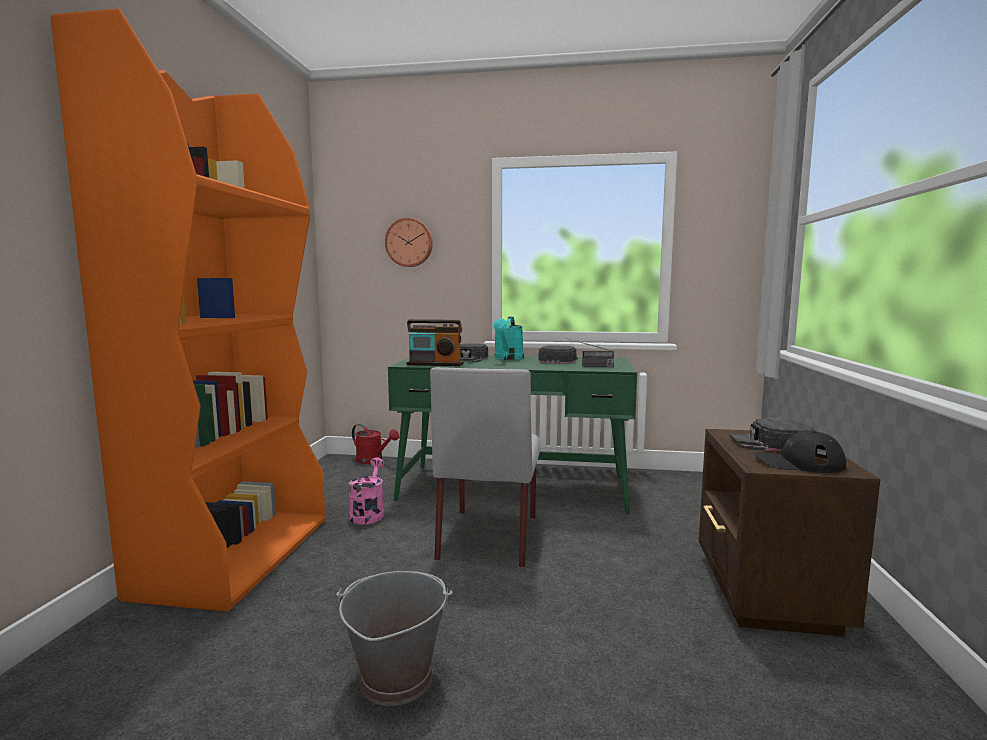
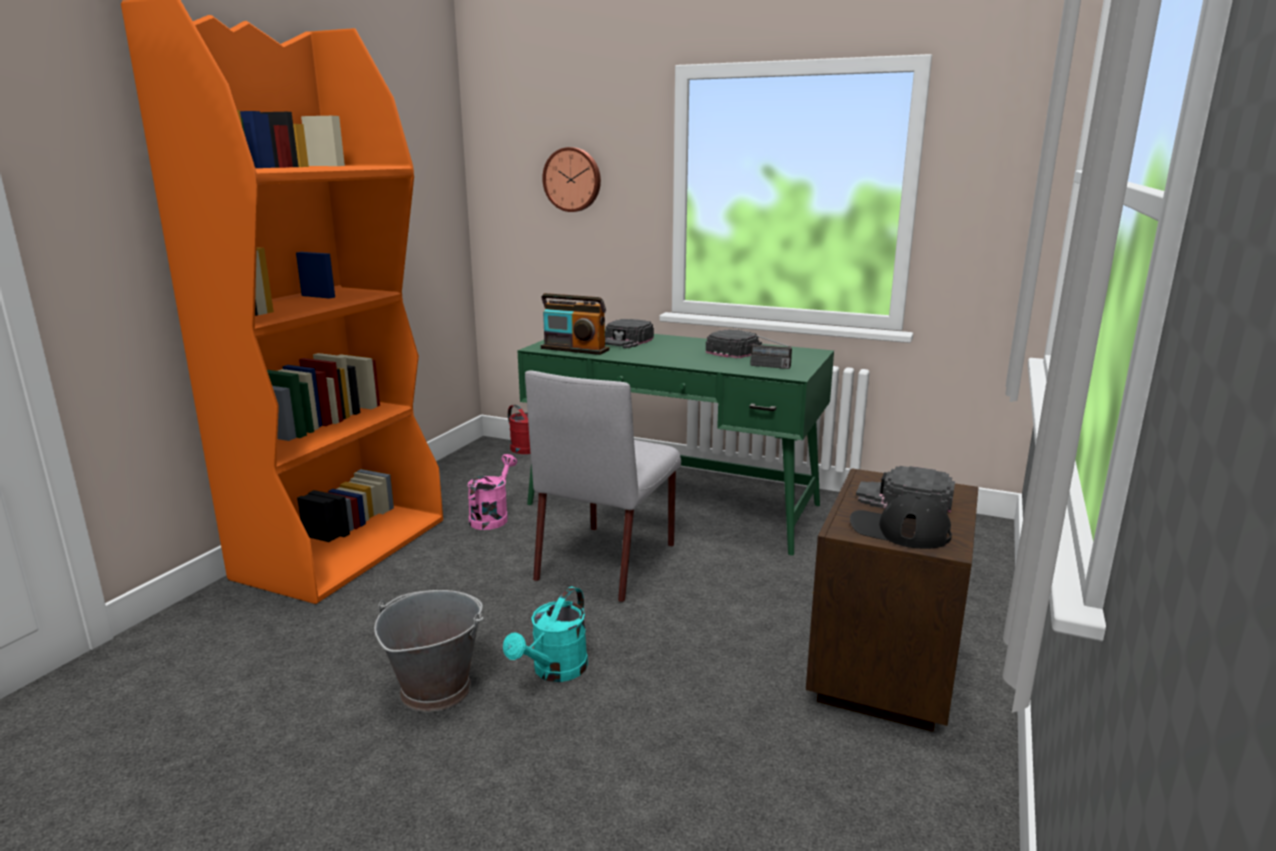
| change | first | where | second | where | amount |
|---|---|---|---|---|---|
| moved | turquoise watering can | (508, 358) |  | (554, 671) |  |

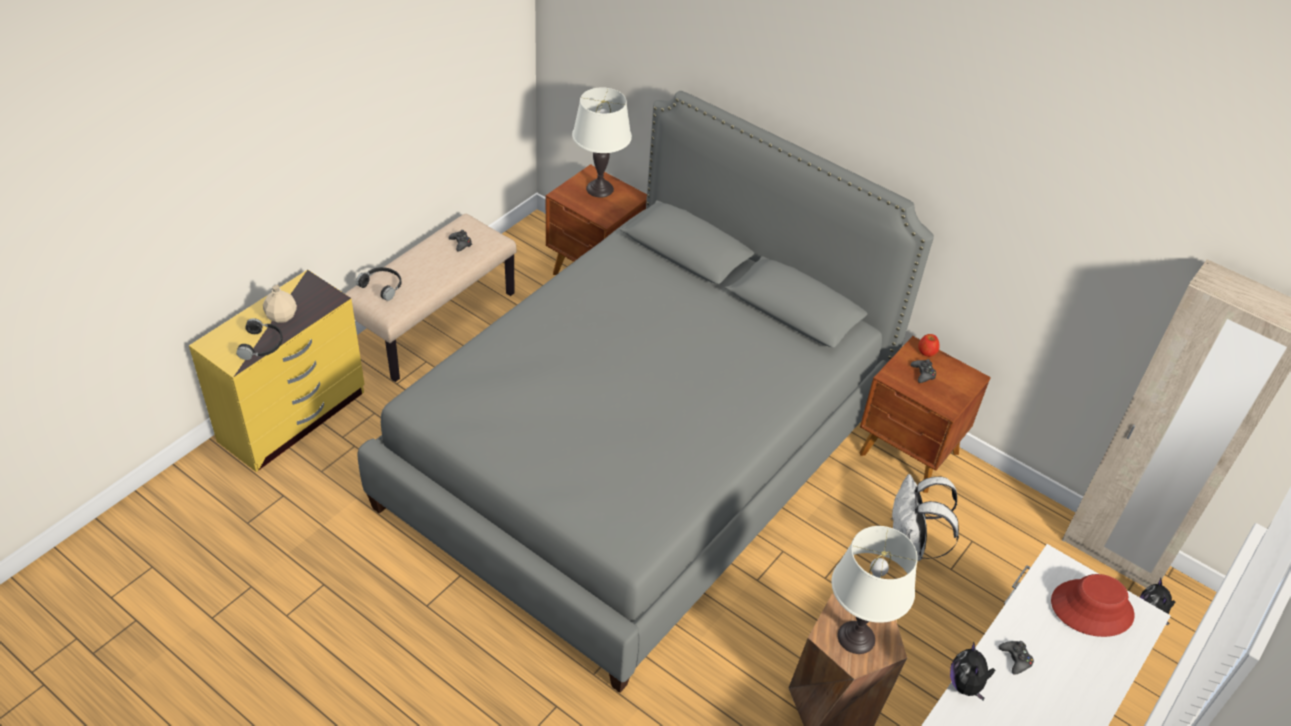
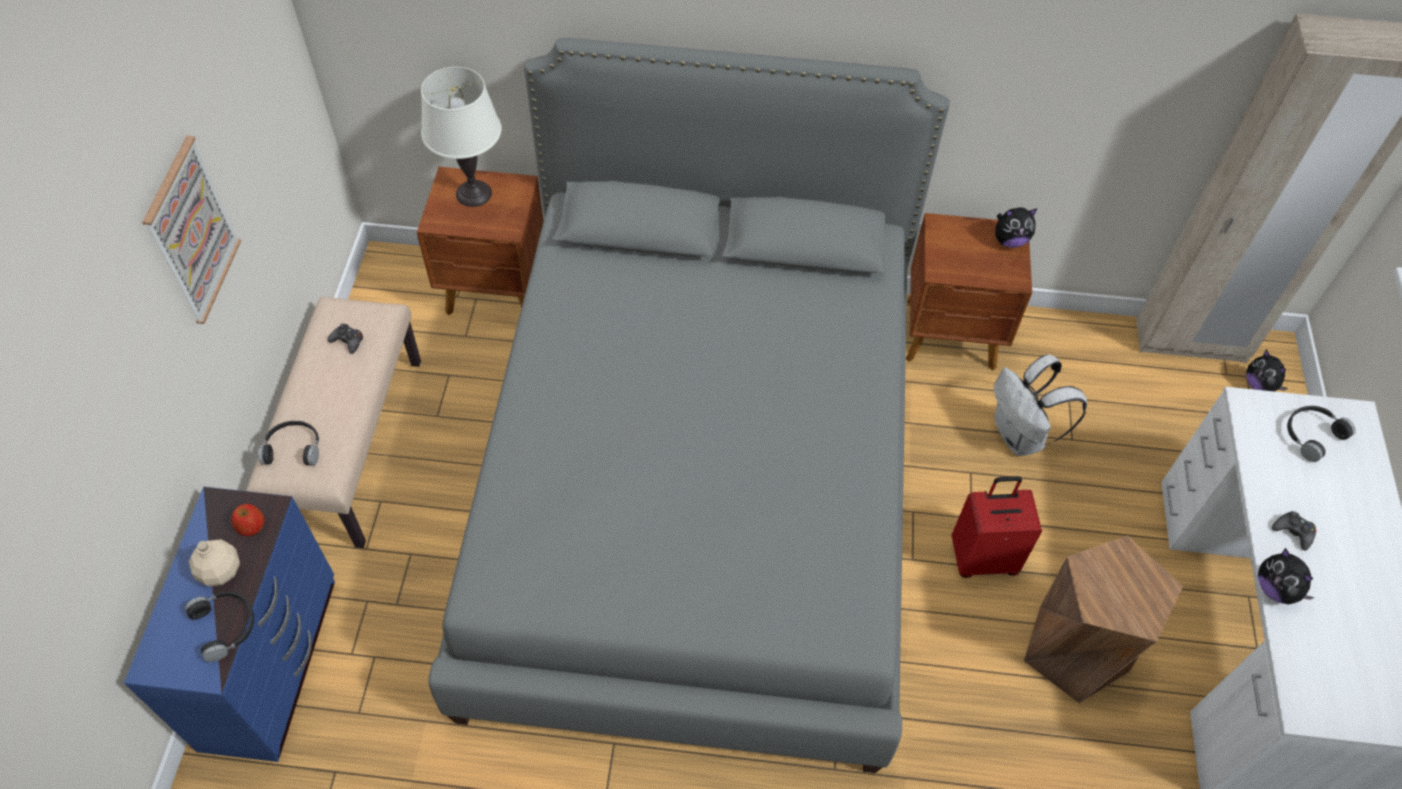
| change | first | where | second | where | amount |
|---|---|---|---|---|---|
| recoloured | yellow dresser | (294, 417) | blue dresser | (272, 662) |  |
| added |  |  | picture | (191, 231) |  |
| moved | apple | (927, 351) |  | (251, 525) |  |
| added |  |  | red suitcase | (983, 557) |  |
| added |  |  | plush toy | (1009, 240) |  |
| replaced | red hat | (1091, 608) | black headphones | (1311, 434) |  |
| removed | white table lamp | (856, 637) |  |  |  |
| removed | black game controller | (923, 373) |  |  |  |

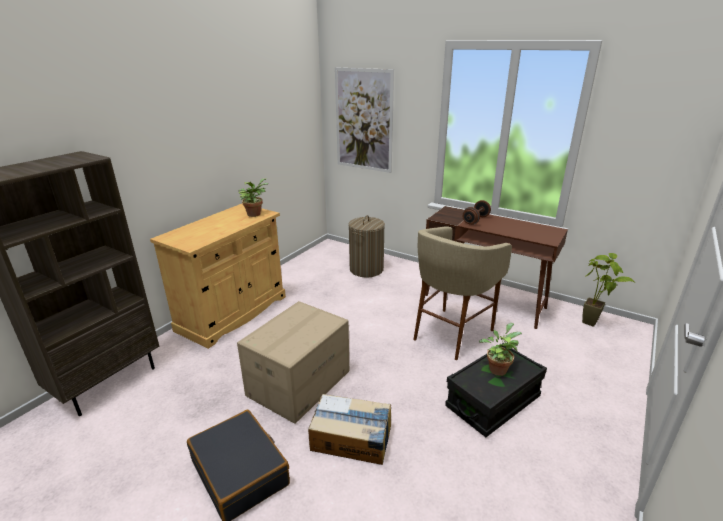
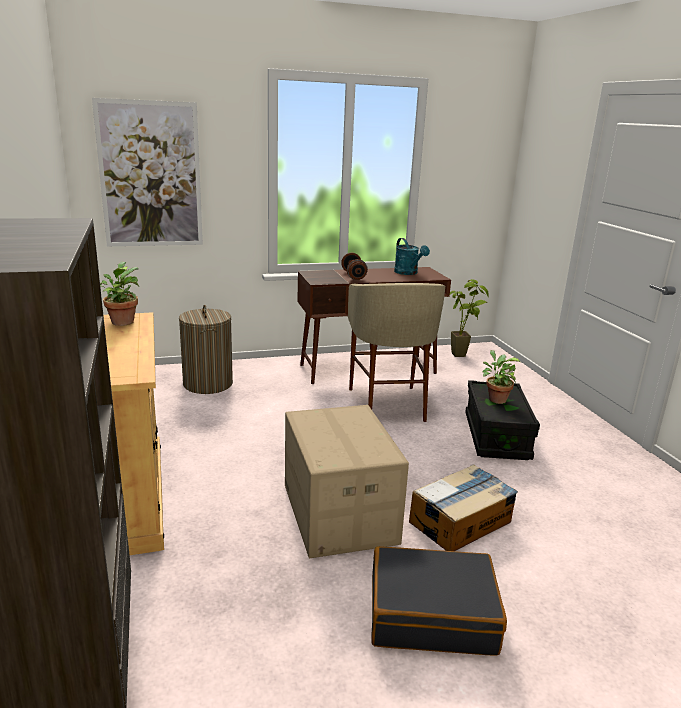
| change | first | where | second | where | amount |
|---|---|---|---|---|---|
| added |  |  | turquoise watering can | (408, 273) |  |

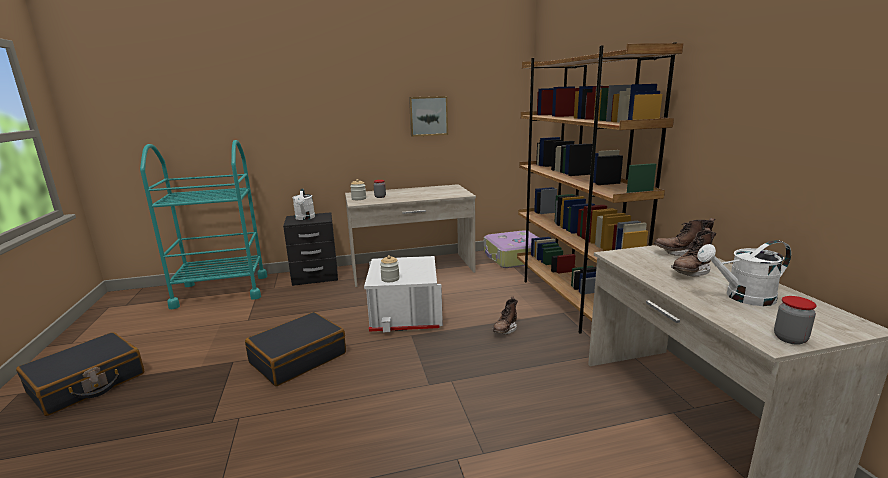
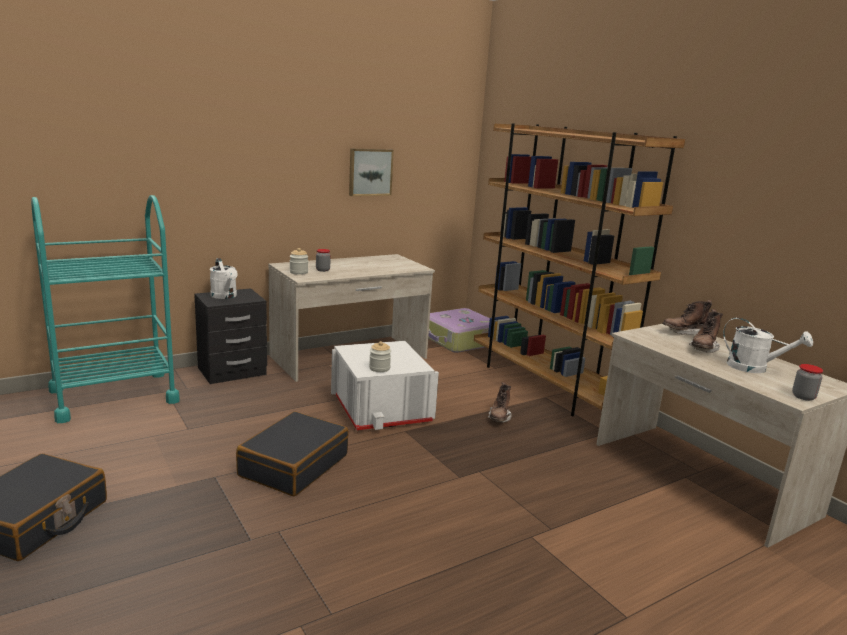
| change | first | where | second | where | amount |
|---|---|---|---|---|---|
| turned | white watering can | (742, 297) |  | (754, 368) | 120 degrees counterclockwise |

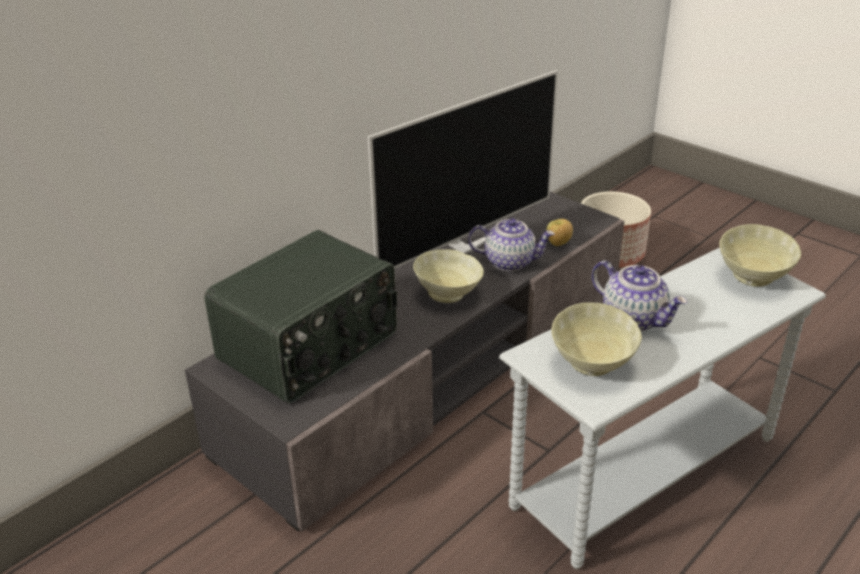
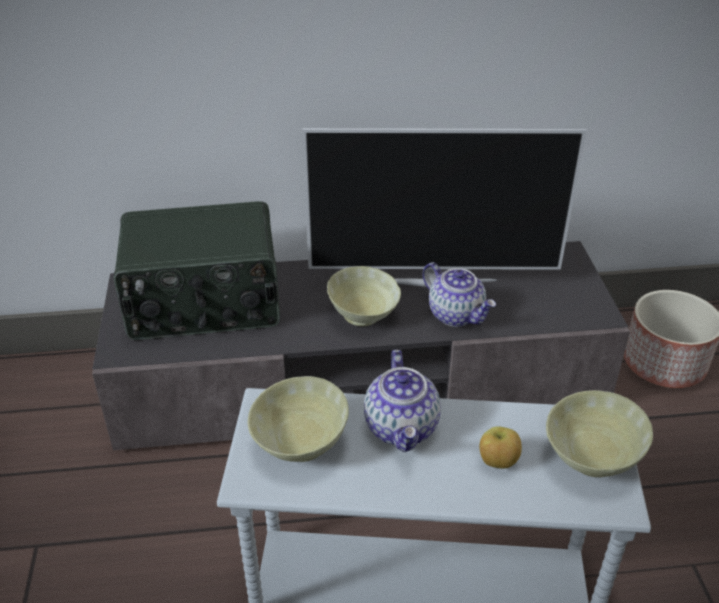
| change | first | where | second | where | amount |
|---|---|---|---|---|---|
| moved | apple | (558, 243) |  | (497, 462) |  |

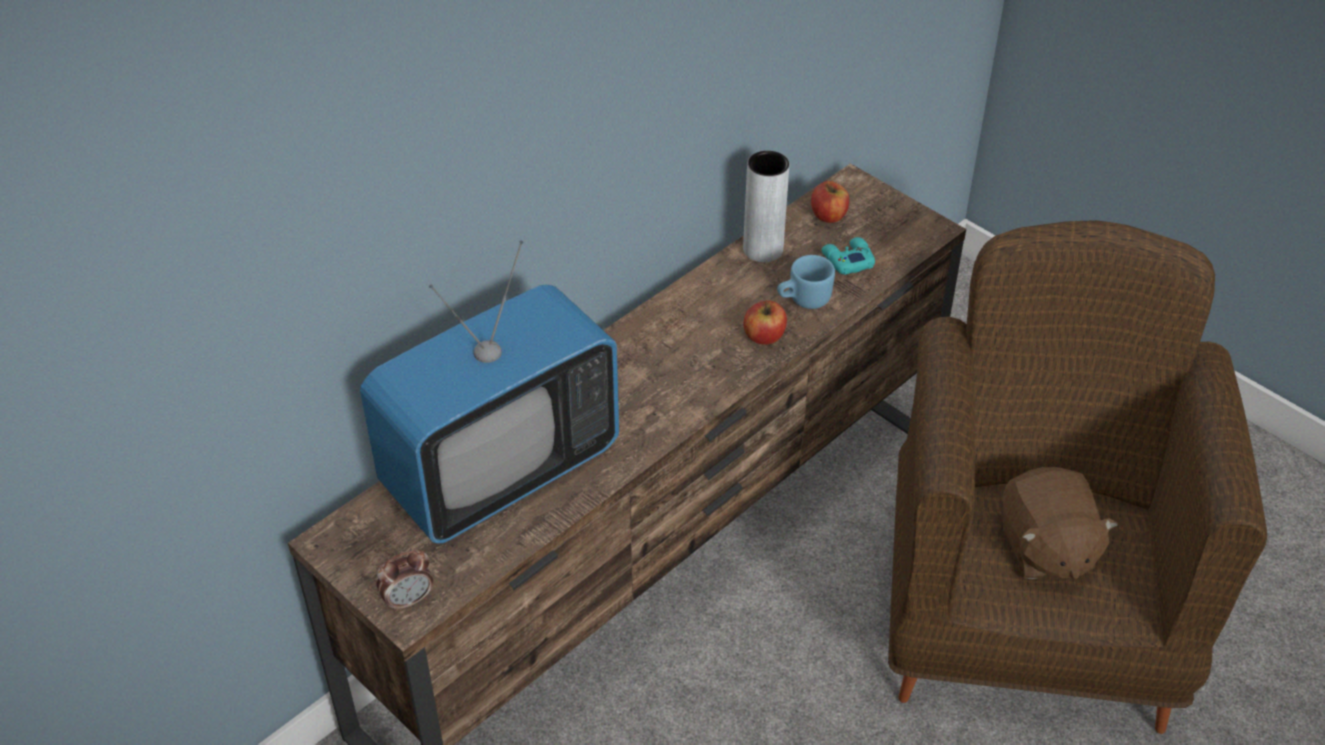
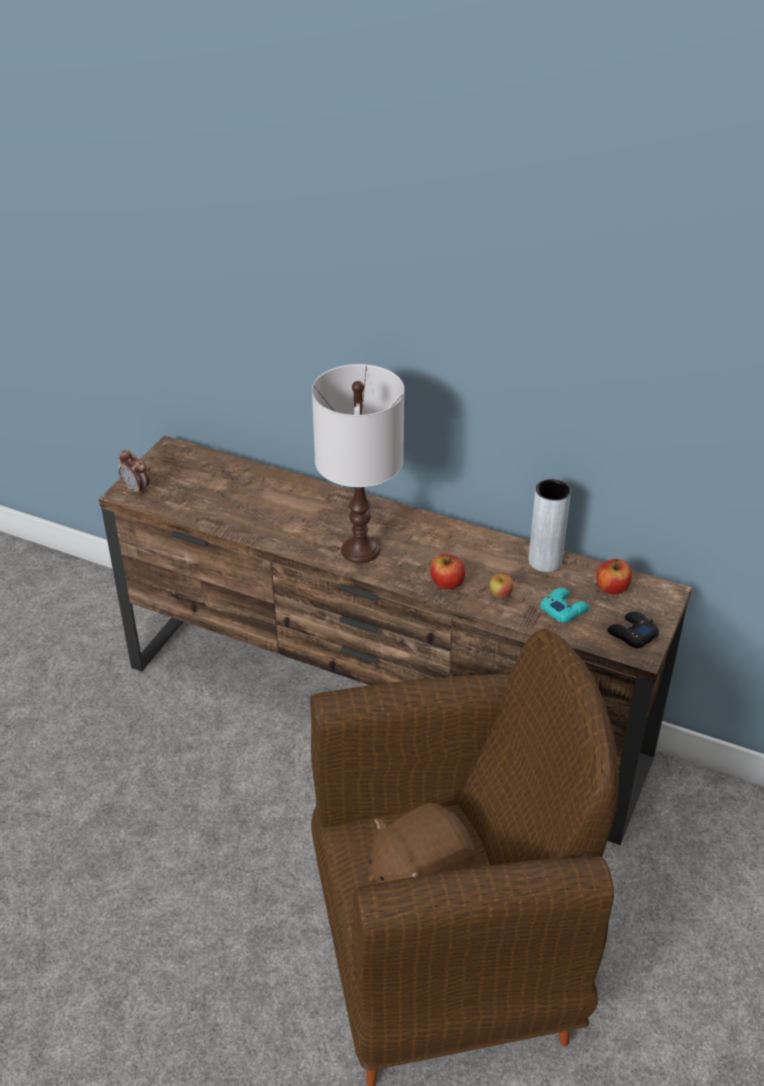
| change | first | where | second | where | amount |
|---|---|---|---|---|---|
| added |  |  | white table lamp | (359, 550) |  |
| replaced | blue mug | (803, 300) | apple | (500, 594) |  |
| added |  |  | black game controller | (632, 634) |  |
| removed | television | (500, 470) |  |  |  |

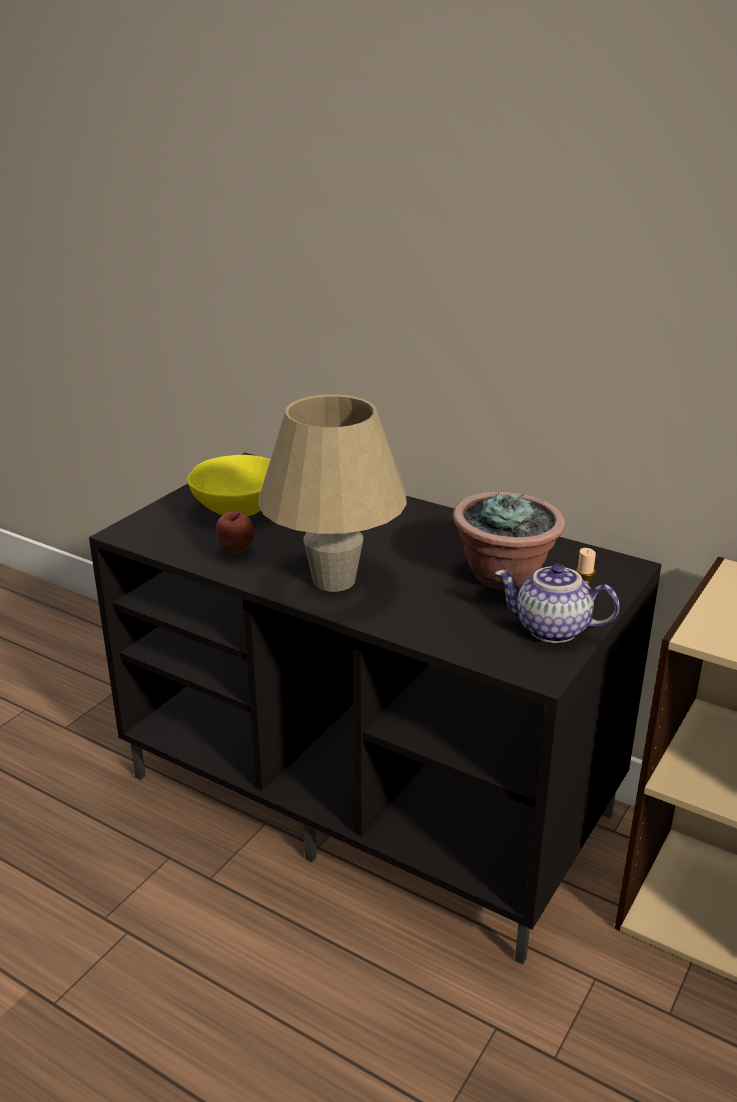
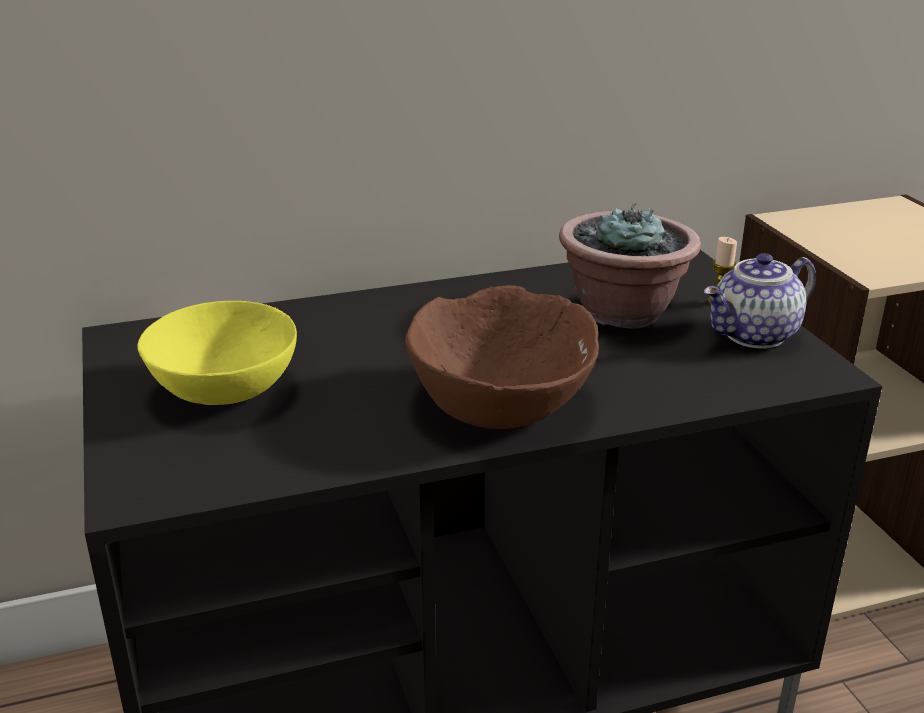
| change | first | where | second | where | amount |
|---|---|---|---|---|---|
| replaced | beige table lamp | (334, 581) | brown bowl | (502, 401) |  |
| removed | apple | (236, 550) |  |  |  |

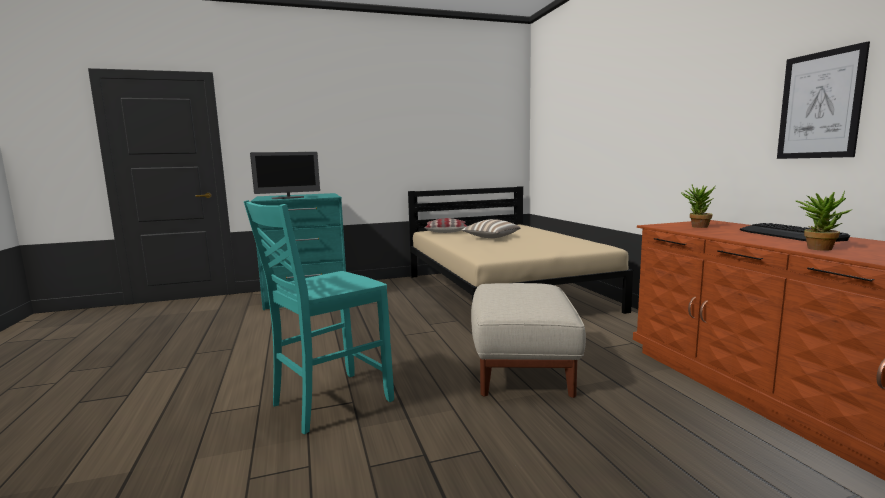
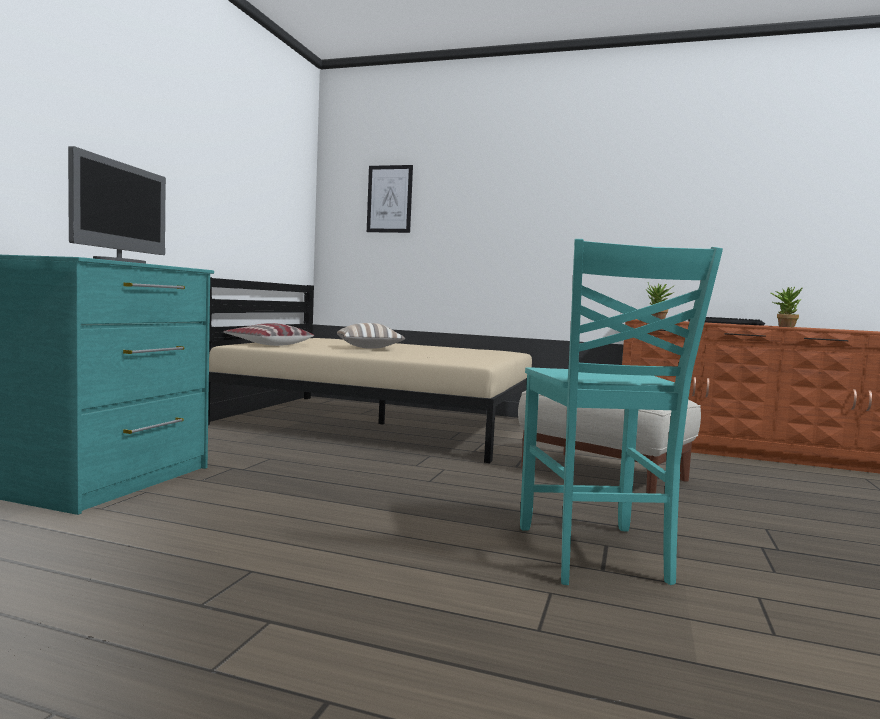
| change | first | where | second | where | amount |
|---|---|---|---|---|---|
| moved | picture | (819, 105) |  | (389, 199) |  |

